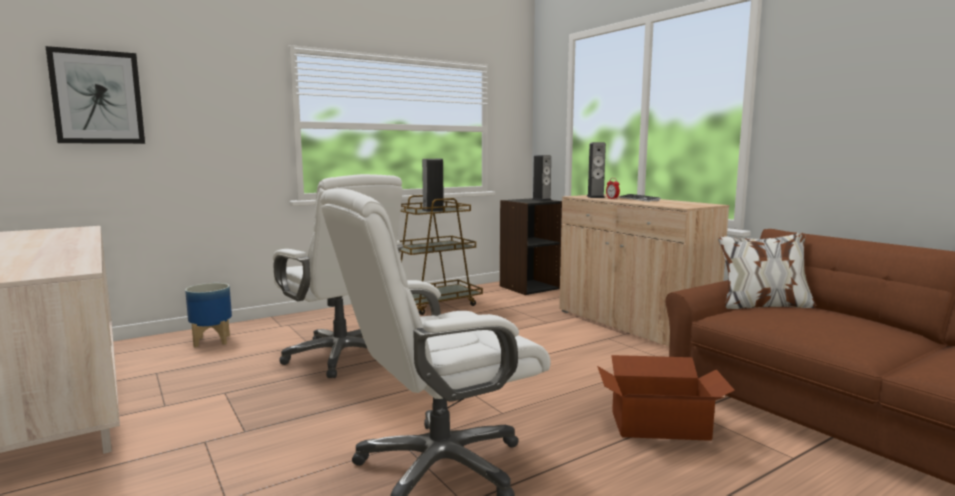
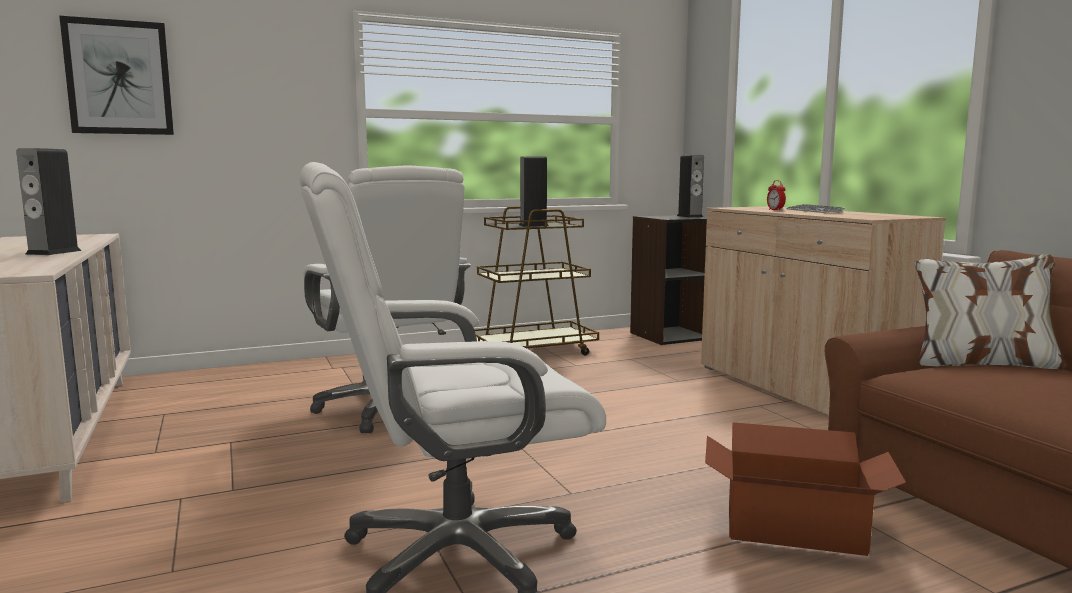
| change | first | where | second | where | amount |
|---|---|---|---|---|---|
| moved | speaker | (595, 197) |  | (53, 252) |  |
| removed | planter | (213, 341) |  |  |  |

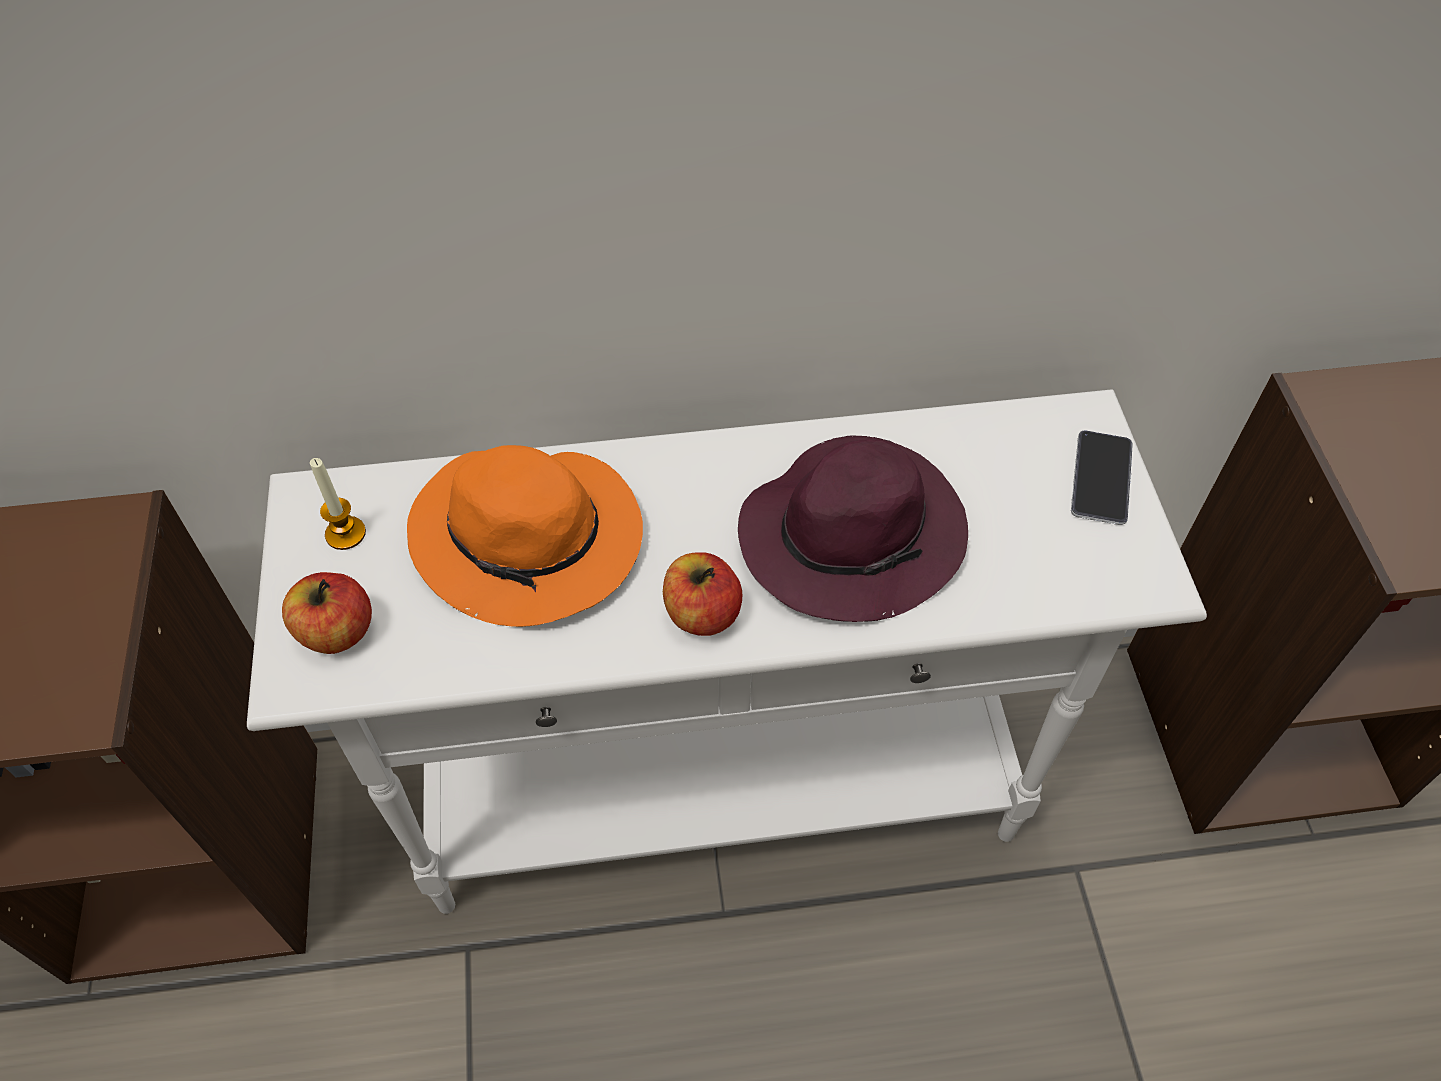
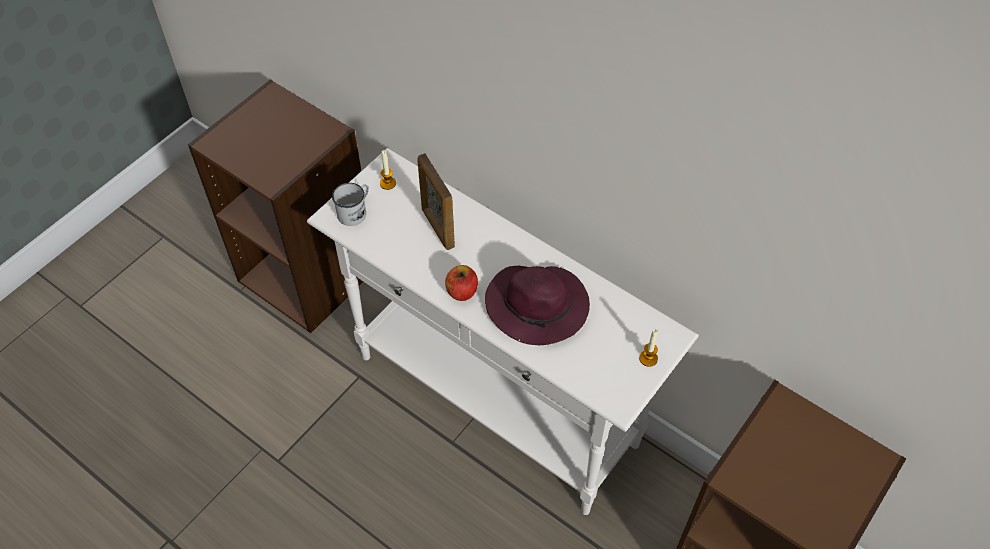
| change | first | where | second | where | amount |
|---|---|---|---|---|---|
| replaced | apple | (336, 631) | white mug | (355, 212) |  |
| replaced | orange hat | (531, 541) | picture frame | (437, 228) |  |
| replaced | phone | (1101, 479) | candle | (648, 358) |  |

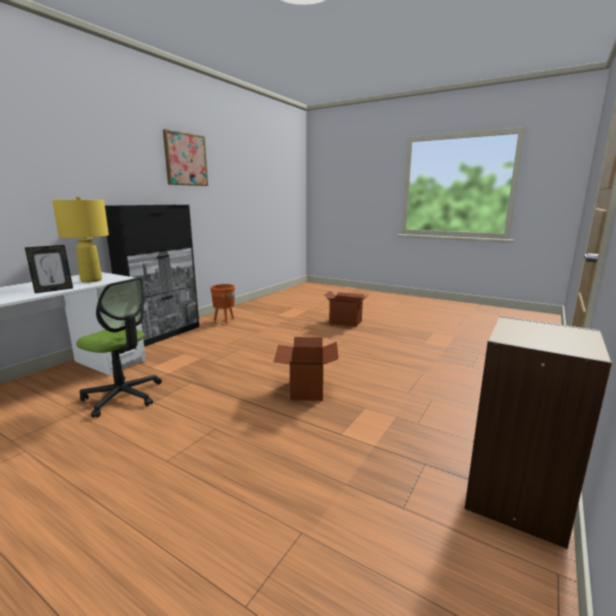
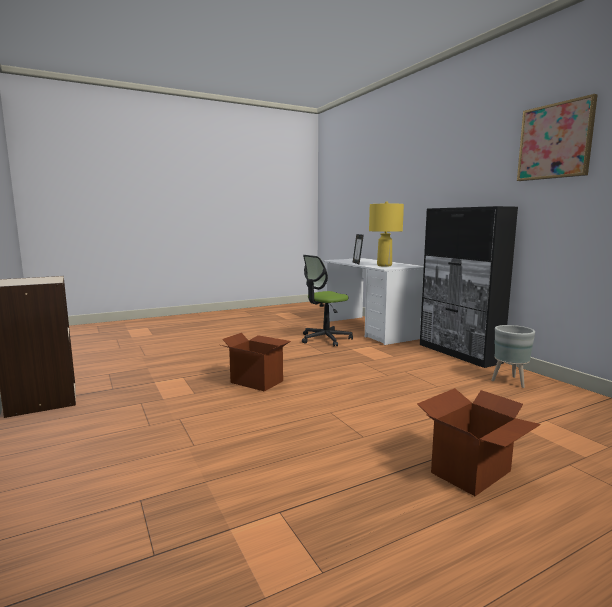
| change | first | where | second | where | amount |
|---|---|---|---|---|---|
| recoloured | orange planter | (224, 321) | grey planter | (509, 381) |  |

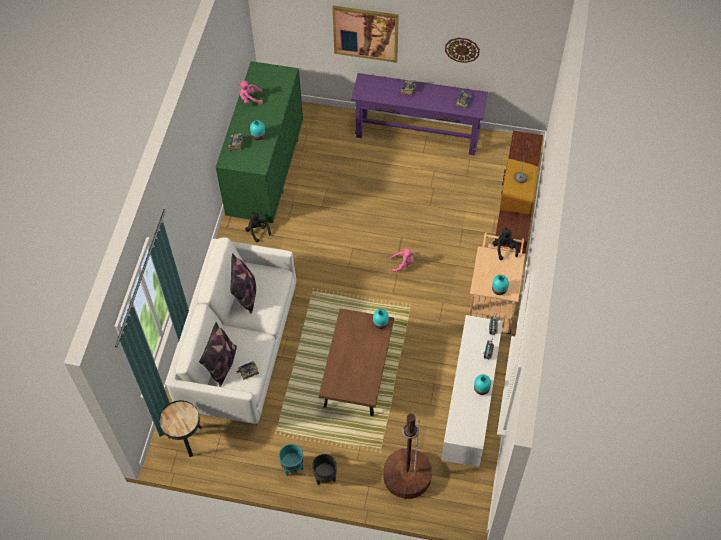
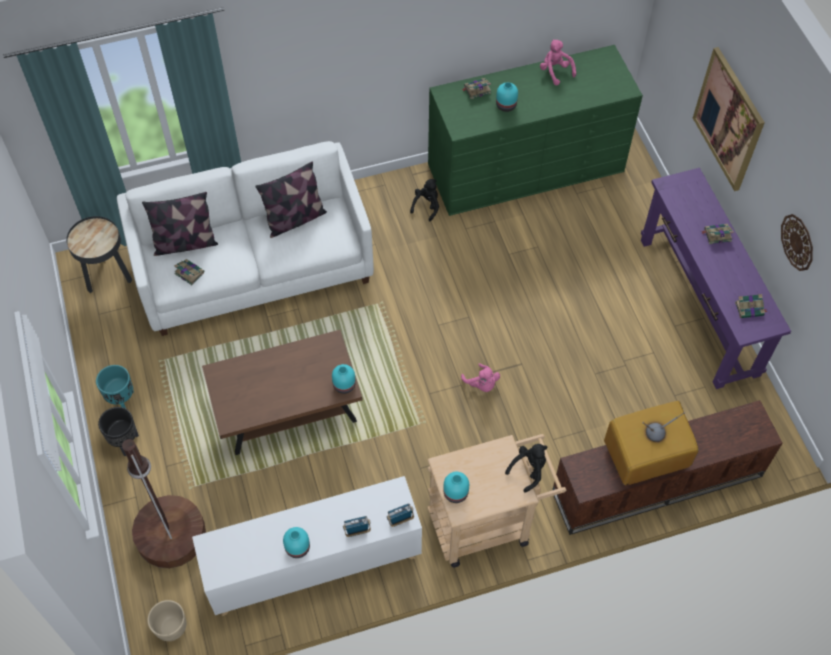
| change | first | where | second | where | amount |
|---|---|---|---|---|---|
| added |  |  | beige planter | (171, 627) |  |

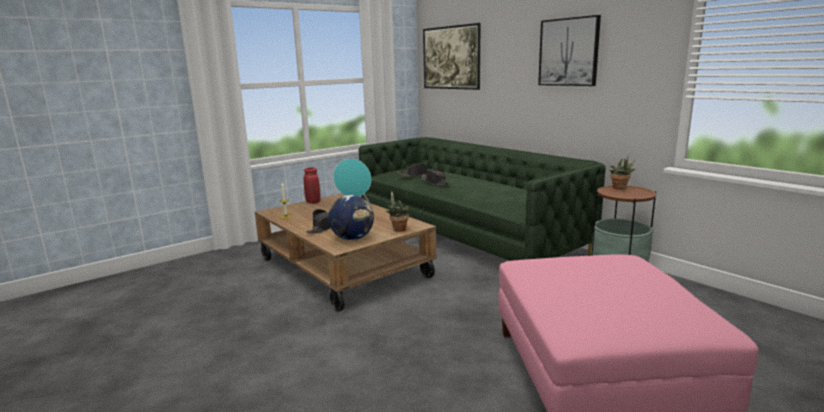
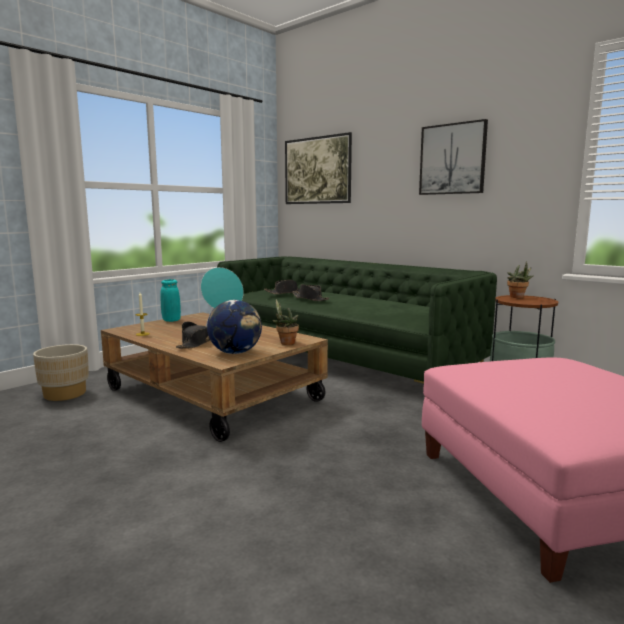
| change | first | where | second | where | amount |
|---|---|---|---|---|---|
| added |  |  | beige planter | (65, 394) |  |
| recoloured | red vase | (313, 202) | turquoise vase | (171, 320) |  |

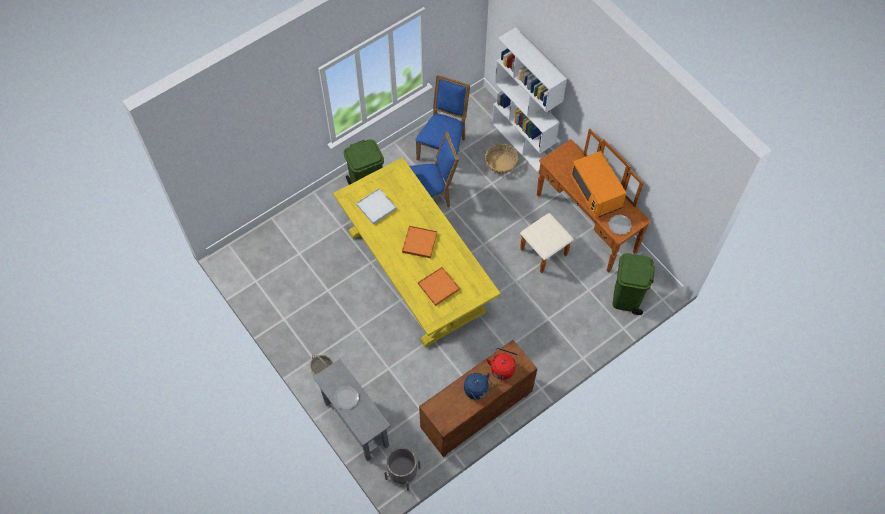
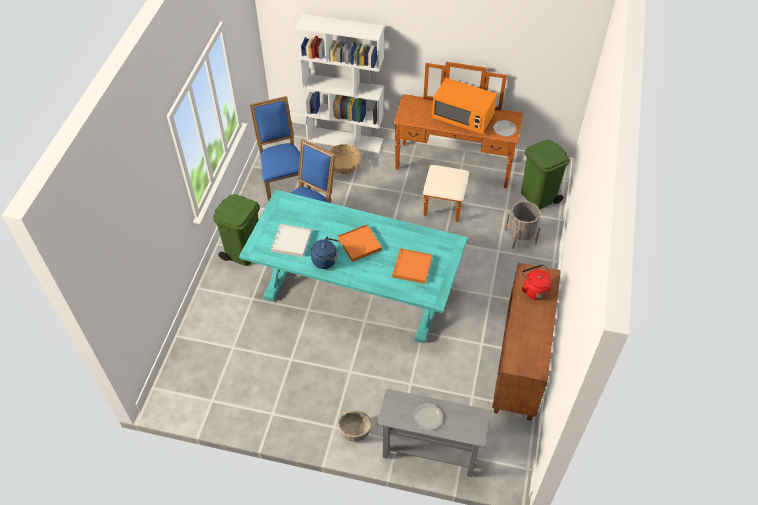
| change | first | where | second | where | amount |
|---|---|---|---|---|---|
| recoloured | yellow dining table | (416, 272) | turquoise dining table | (356, 289) |  |
| moved | blue kettle | (477, 390) |  | (326, 260) |  |
| moved | grey planter | (403, 473) |  | (520, 236) |  |

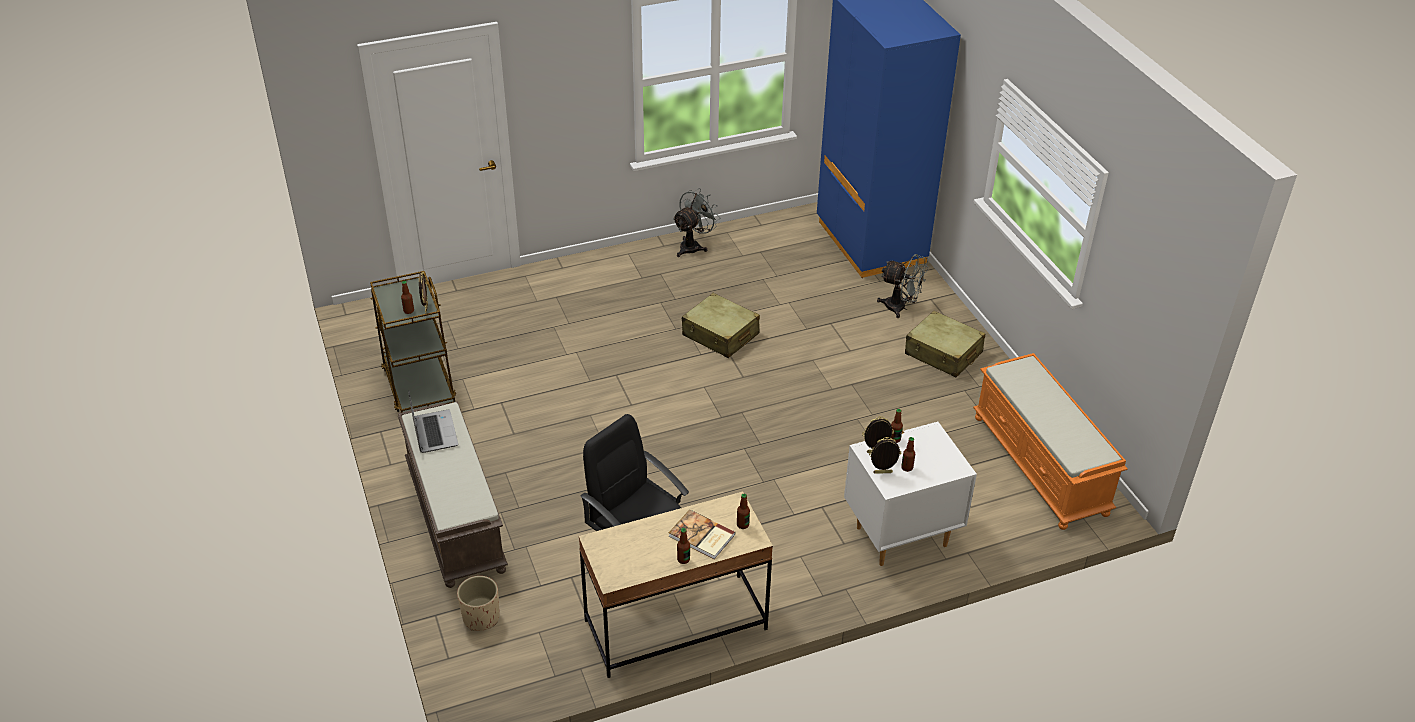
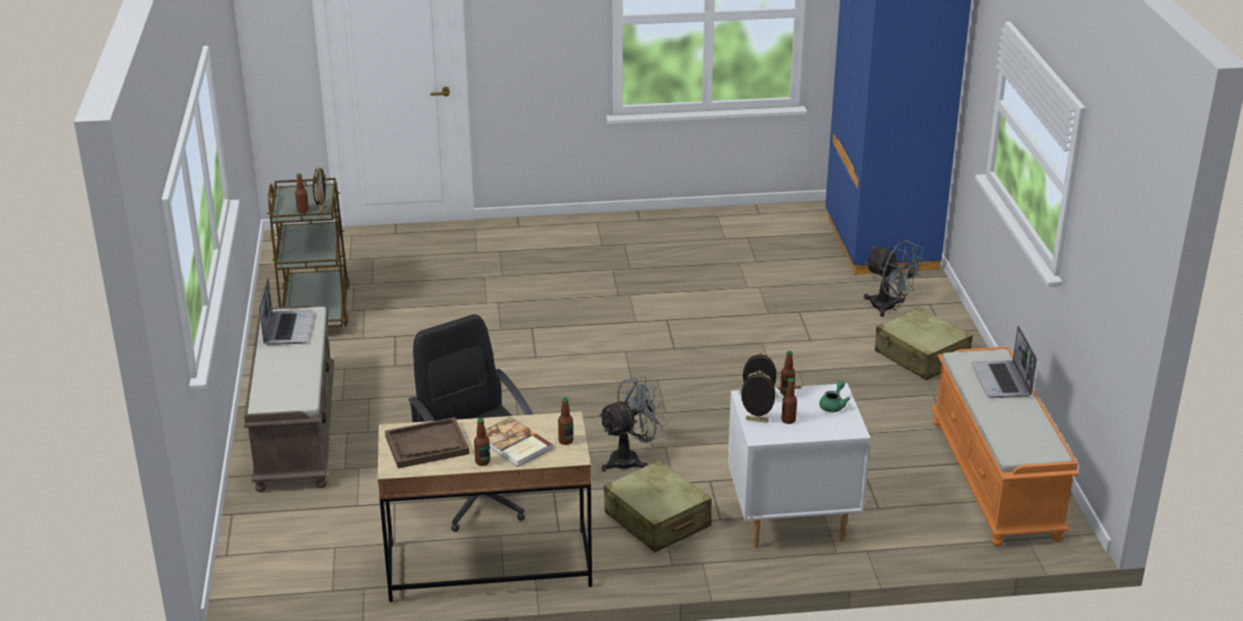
| change | first | where | second | where | amount |
|---|---|---|---|---|---|
| added |  |  | brown tray | (426, 445) |  |
| moved | grey fan | (693, 246) |  | (630, 459) |  |
| moved | beige suitcase | (720, 335) |  | (657, 520) |  |
| added |  |  | green teapot | (833, 405) |  |
| added |  |  | laptop | (1002, 381) |  |
| removed | beige planter | (481, 617) |  |  |  |

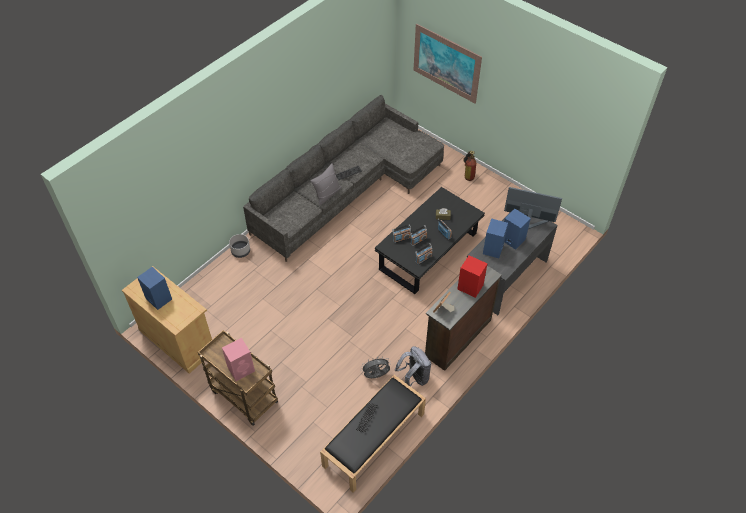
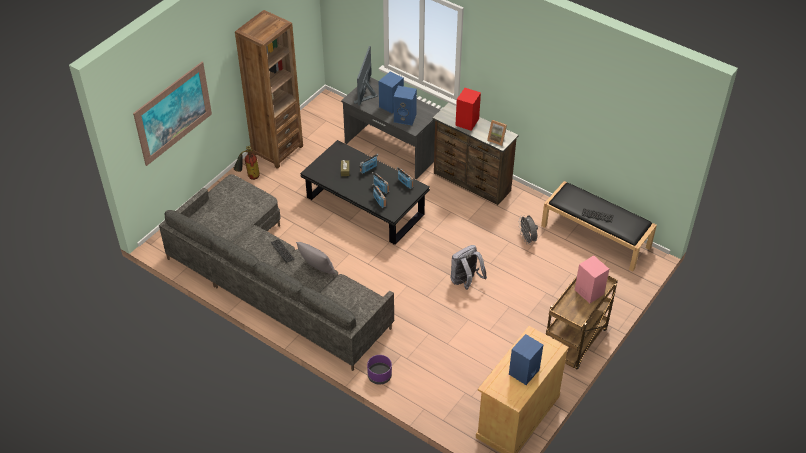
| change | first | where | second | where | amount |
|---|---|---|---|---|---|
| added |  |  | brown bookcase | (277, 150) |  |
| recoloured | grey planter | (240, 251) | purple planter | (379, 376) |  |
| moved | grey backpack | (414, 378) |  | (465, 281) |  |

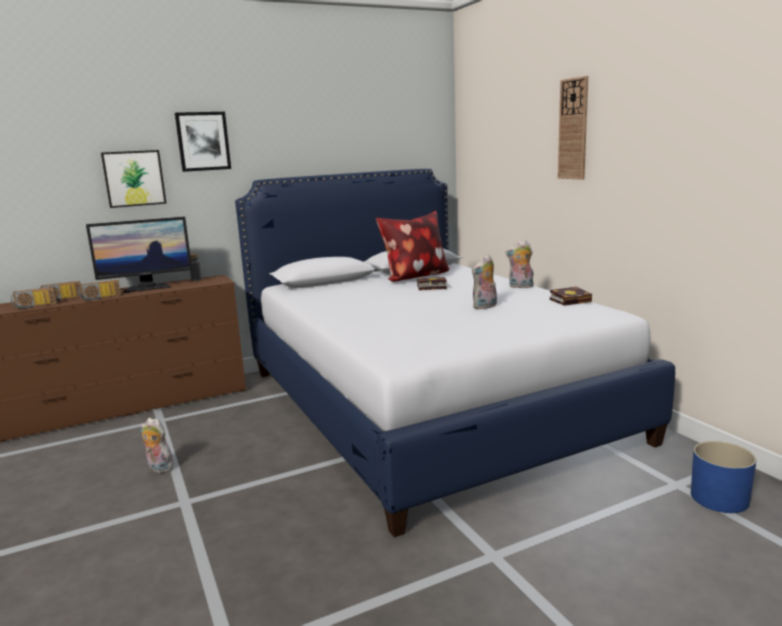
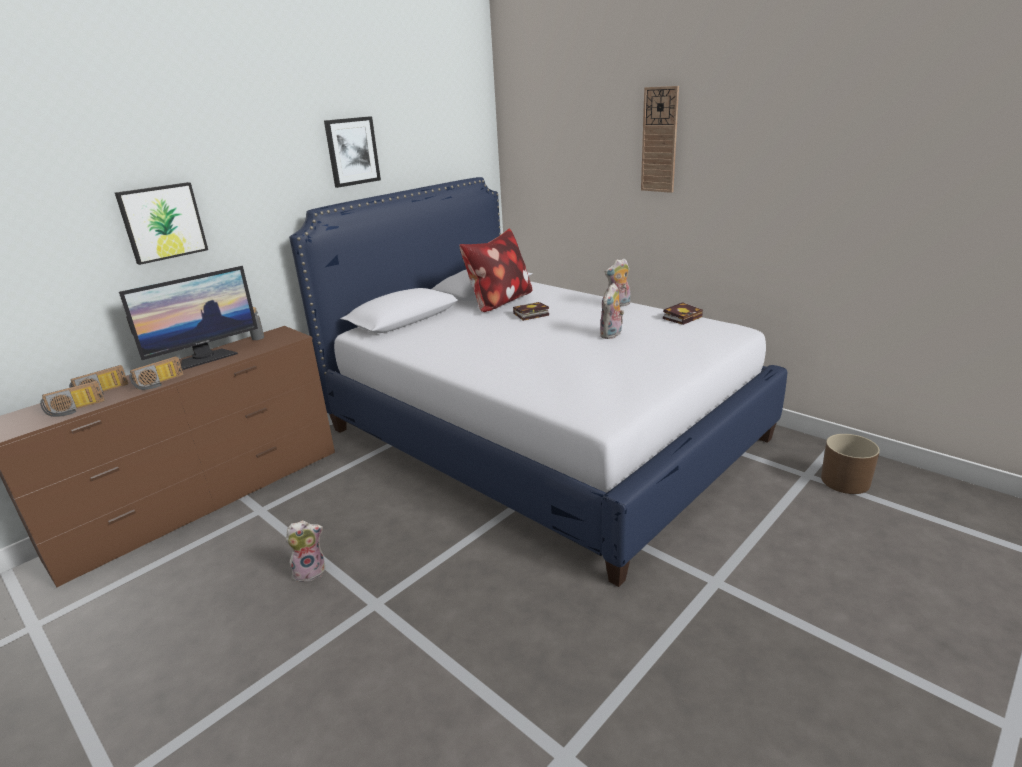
| change | first | where | second | where | amount |
|---|---|---|---|---|---|
| turned | plush toy | (158, 468) |  | (310, 571) | 150 degrees clockwise |
| moved | picture | (203, 141) |  | (352, 151) |  |
| recoloured | blue planter | (719, 498) | brown planter | (845, 481) |  |

